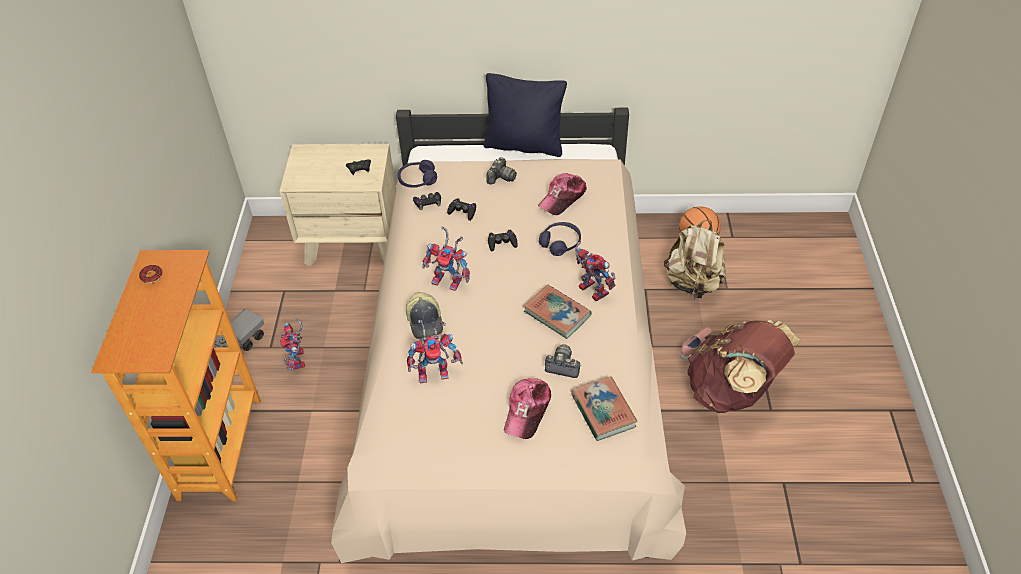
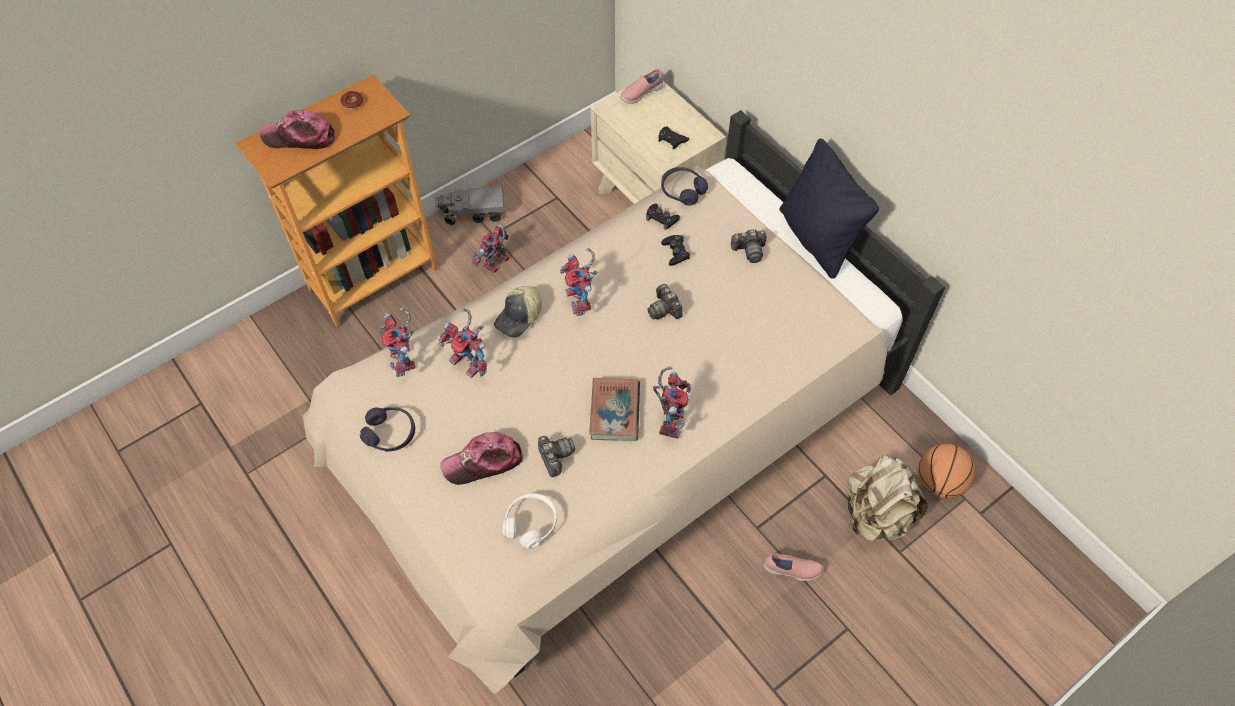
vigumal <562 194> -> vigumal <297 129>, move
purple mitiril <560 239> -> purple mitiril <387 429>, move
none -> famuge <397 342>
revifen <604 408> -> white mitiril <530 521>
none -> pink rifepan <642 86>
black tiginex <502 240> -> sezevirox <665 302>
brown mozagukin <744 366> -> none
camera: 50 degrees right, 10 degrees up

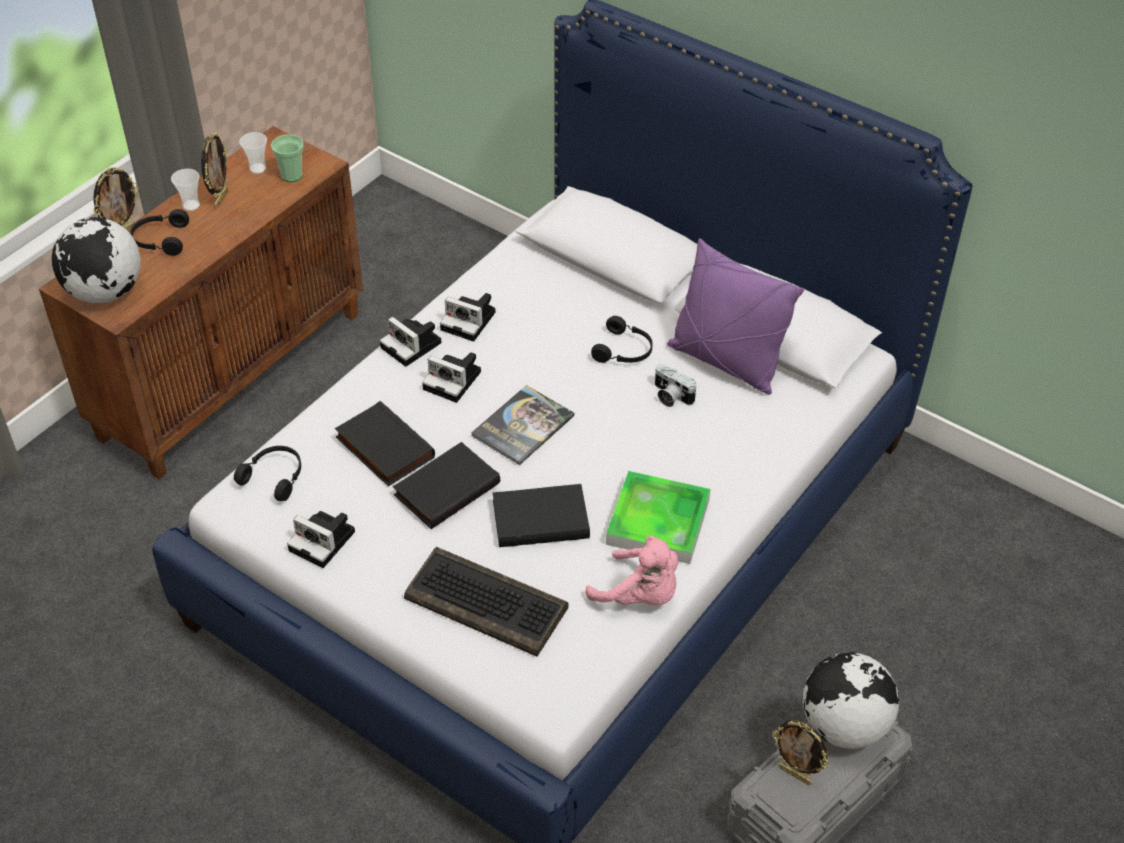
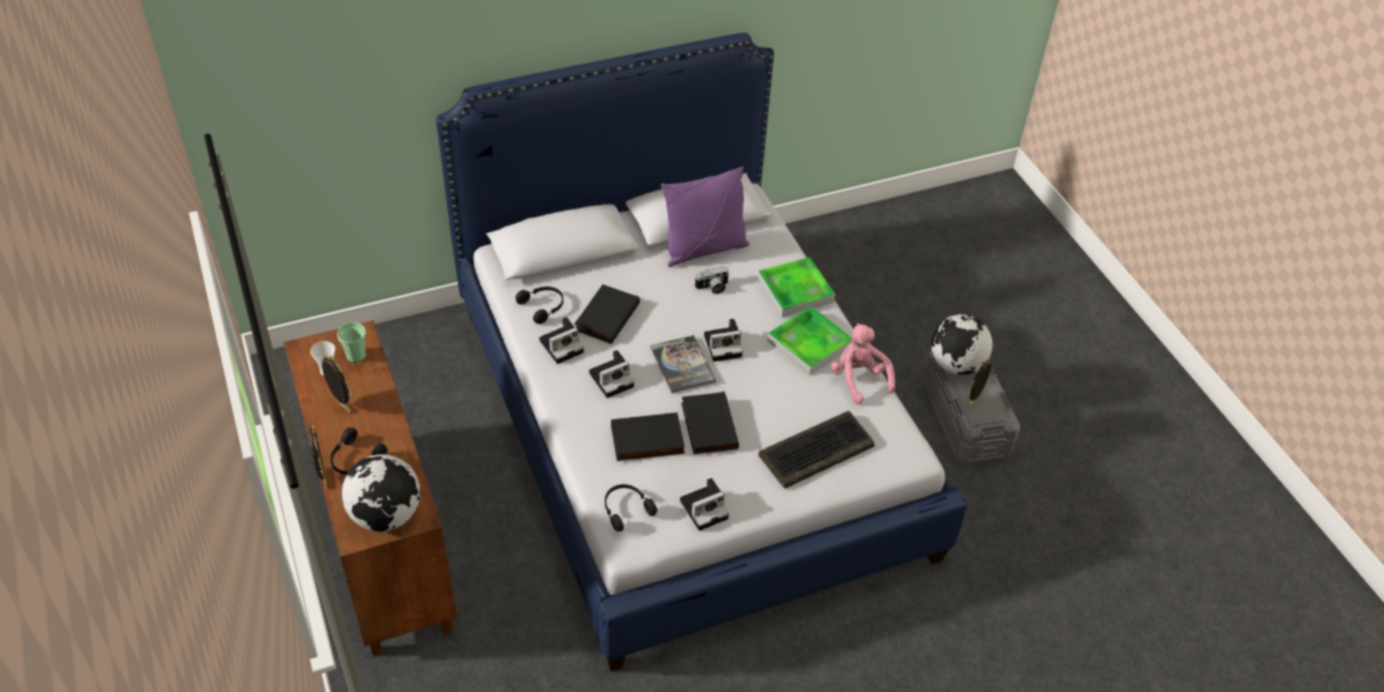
black mitiril <622 339> -> black mitiril <539 305>, move
black revifen <541 515> -> black revifen <607 314>, move
sezevirox <410 342> -> sezevirox <723 340>, move
none -> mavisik <796 287>
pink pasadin <632 570> -> pink pasadin <863 364>, 90 degrees counterclockwise
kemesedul <800 752> -> kemesedul <979 383>, 150 degrees clockwise
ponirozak <185 190> -> none
camera: 60 degrees left, 0 degrees up

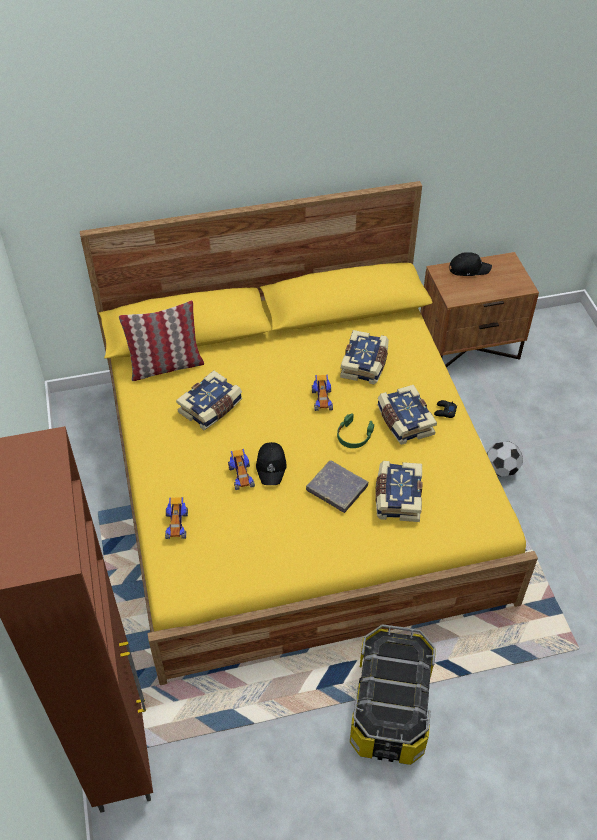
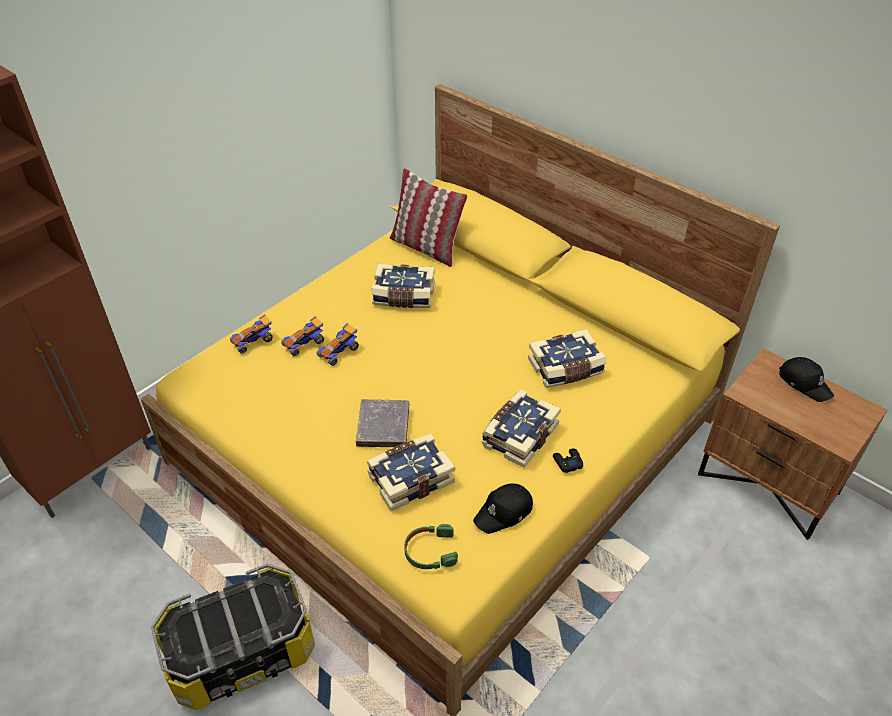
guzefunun <322 392> -> guzefunun <302 336>, move
green mitiril <355 430> -> green mitiril <431 546>, move
black vigumal <271 463> -> black vigumal <503 509>, move
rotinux <505 459> -> none
camera: 55 degrees right, 5 degrees down

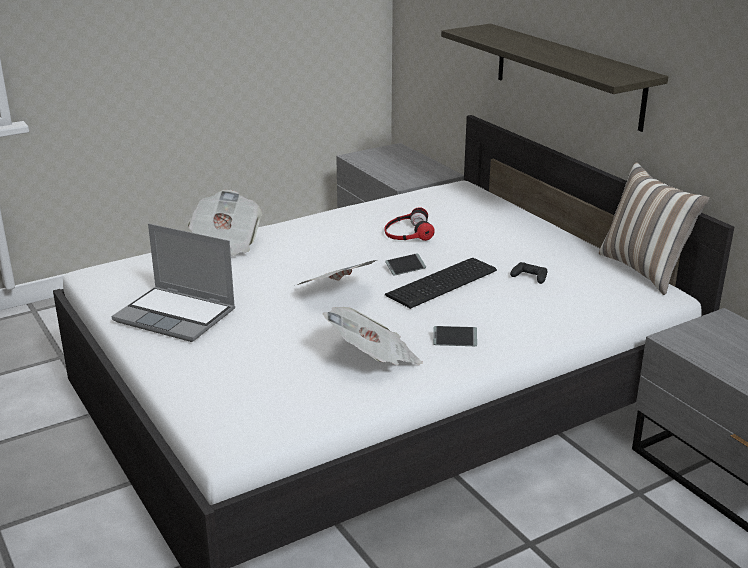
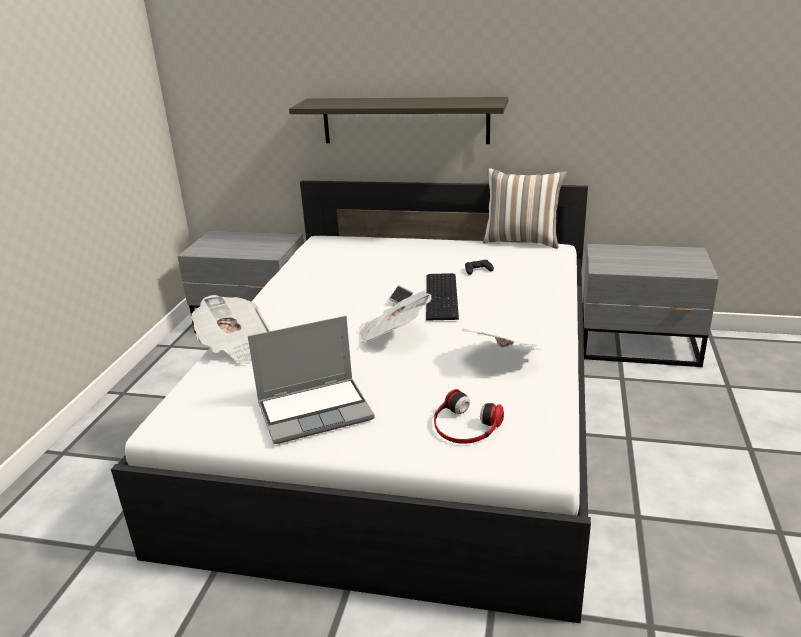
mitiril <409 224> -> mitiril <469 416>, move
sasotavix <455 336> -> none
camera: 45 degrees left, 0 degrees up

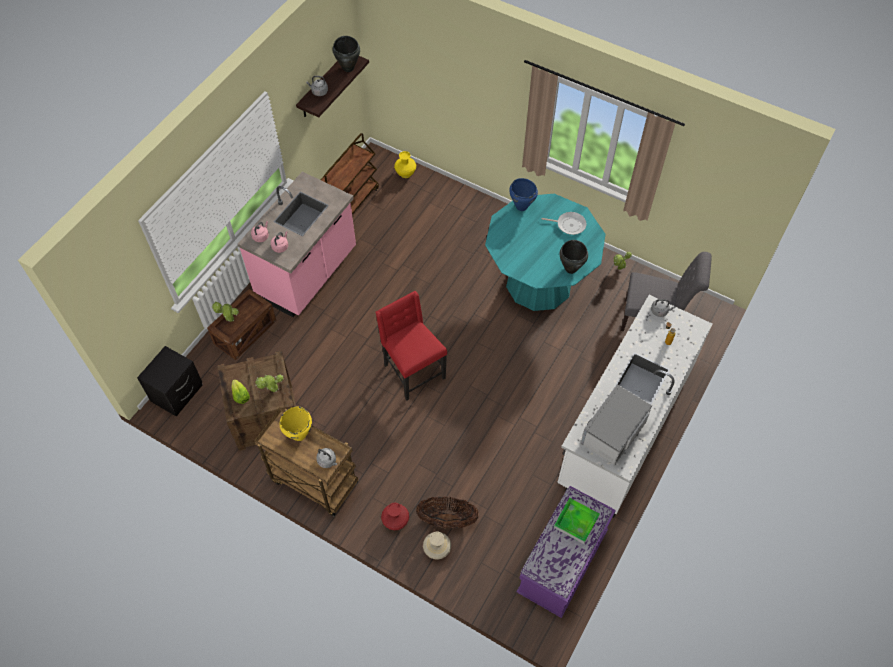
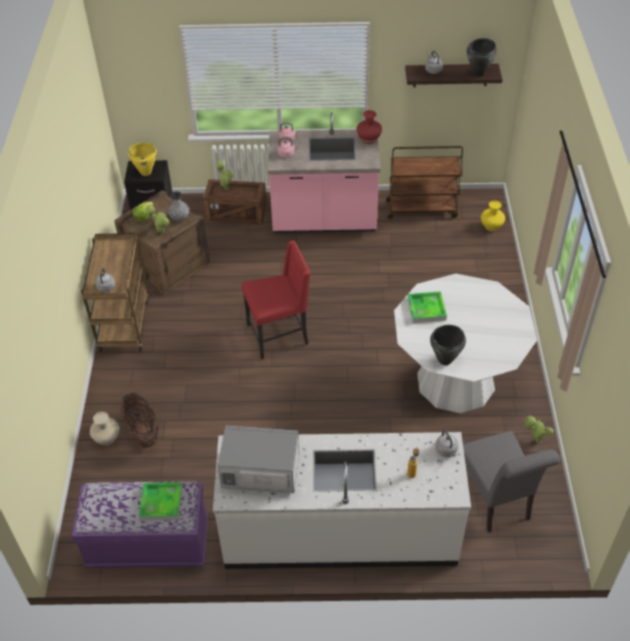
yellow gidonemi <296 423> -> yellow gidonemi <142 159>, move
none -> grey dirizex <178 206>
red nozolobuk <411 345> -> red nozolobuk <276 299>, 45 degrees clockwise
red dirizex <395 516> -> red dirizex <369 127>, move
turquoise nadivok <545 252> -> white nadivok <465 343>
none -> mavisik <427 307>
blue gidonemi <523 194> -> none
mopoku <564 223> -> none
camera: 60 degrees right, 10 degrees down

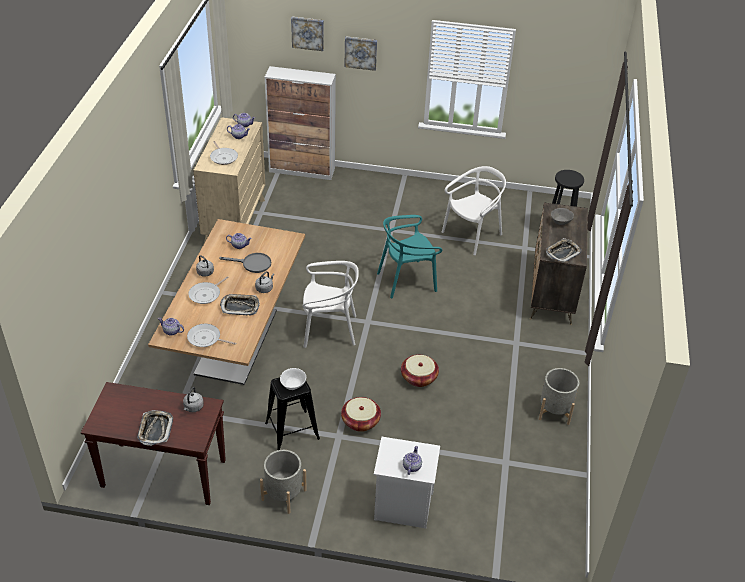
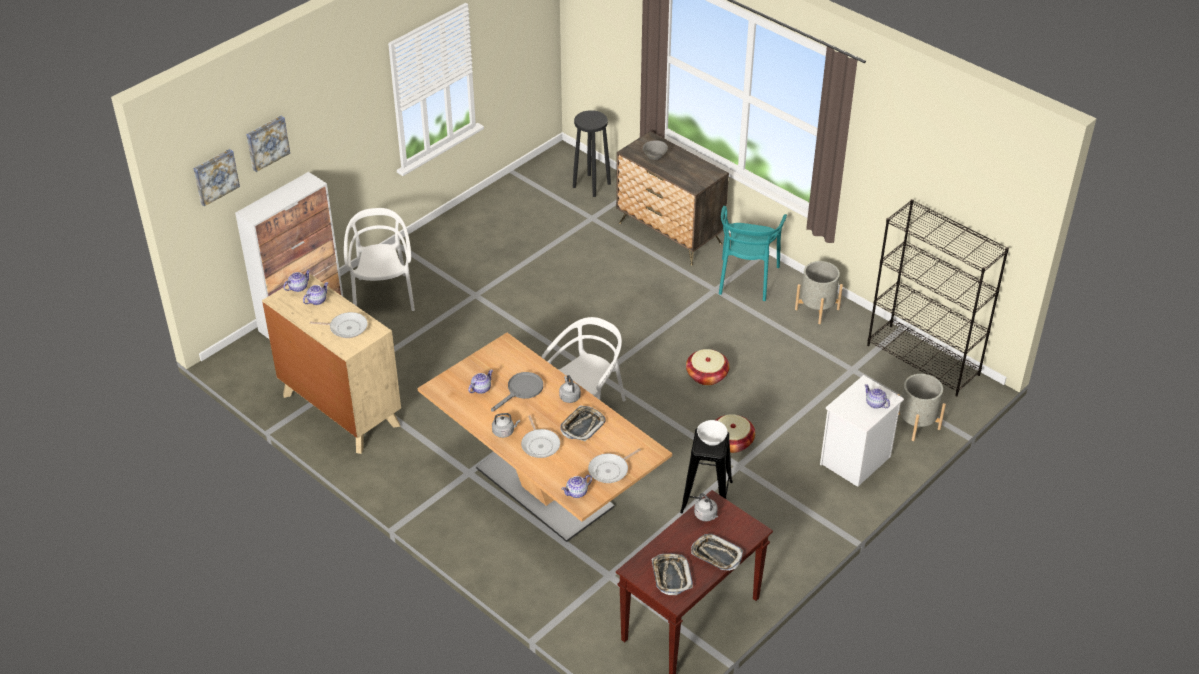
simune <361 53> -> simune <216 177>, move
white nozolobuk <474 210> -> white nozolobuk <379 259>, move
mavisik <564 250> -> mavisik <672 574>, move
turquoise nozolobuk <409 256> -> turquoise nozolobuk <753 253>, move
none -> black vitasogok <938 298>
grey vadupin <283 482> -> grey vadupin <921 407>, move
camera: 55 degrees left, 0 degrees up

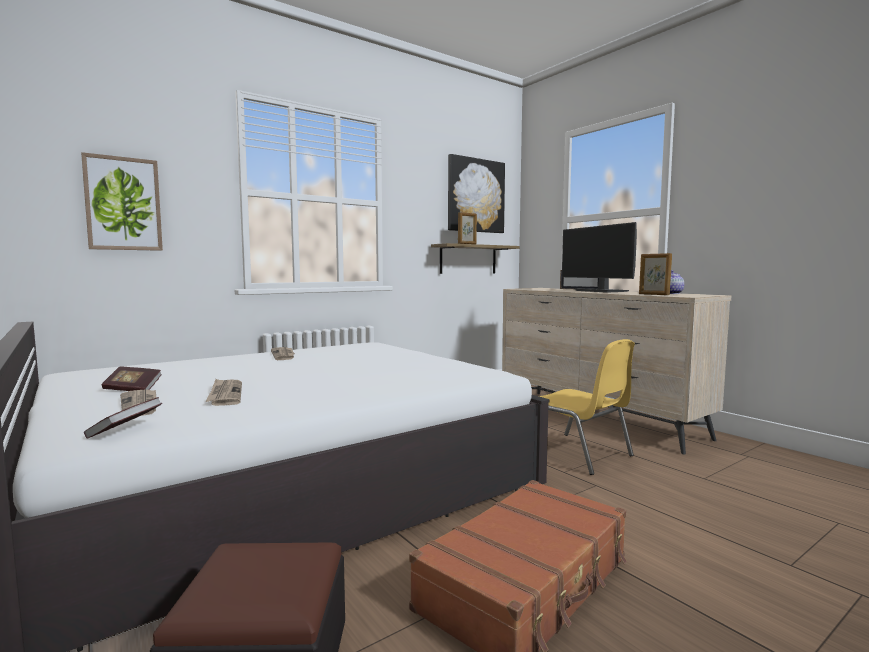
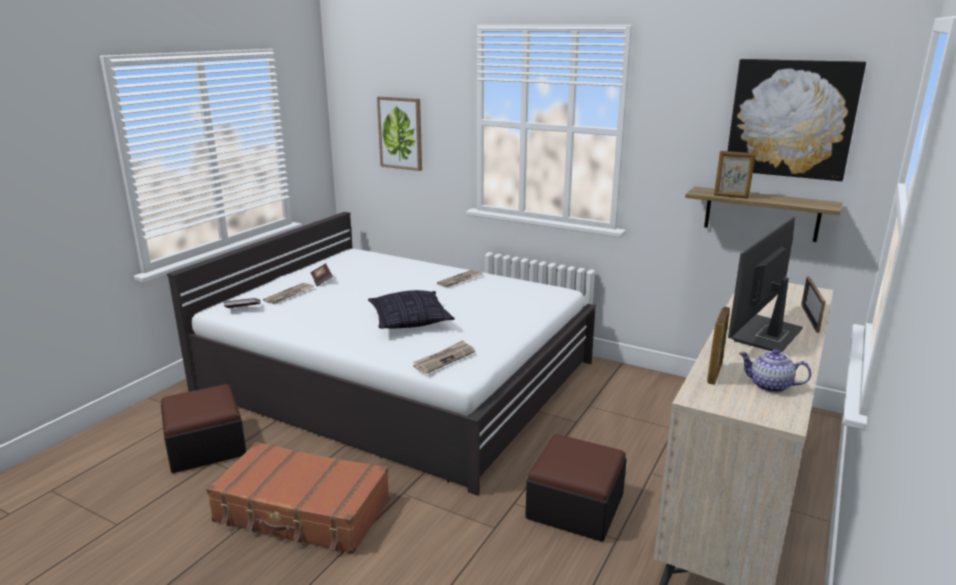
none -> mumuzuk <411 309>
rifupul <223 392> -> rifupul <444 357>, move
yellow nozolobuk <587 407> -> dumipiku <576 488>
camera: 65 degrees right, 15 degrees up

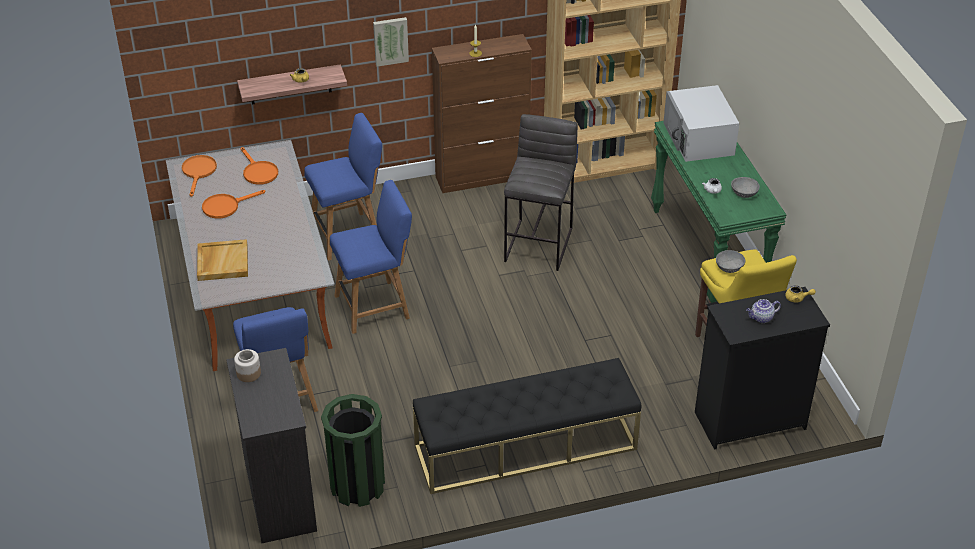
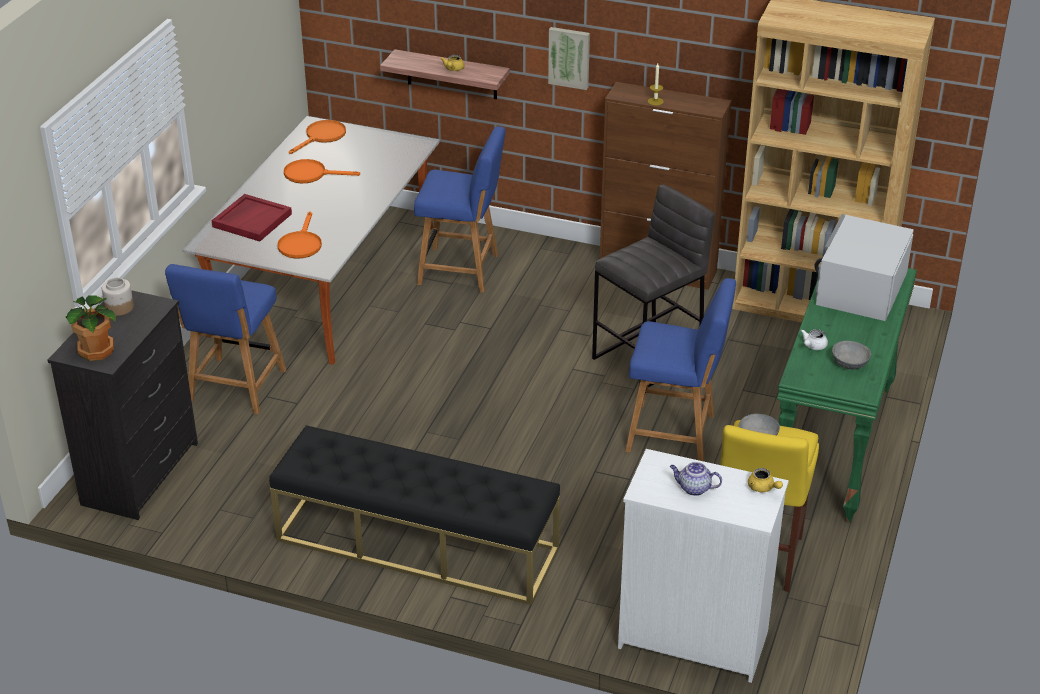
none -> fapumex <91 328>
beige mavisik <222 260> -> red mavisik <252 217>
orange mopoku <259 166> -> orange mopoku <300 235>, move
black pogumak <762 368> -> white pogumak <703 566>
blue nozolobuk <371 257> -> blue nozolobuk <680 369>, move
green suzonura <353 450> -> none
camera: 35 degrees right, 5 degrees down

